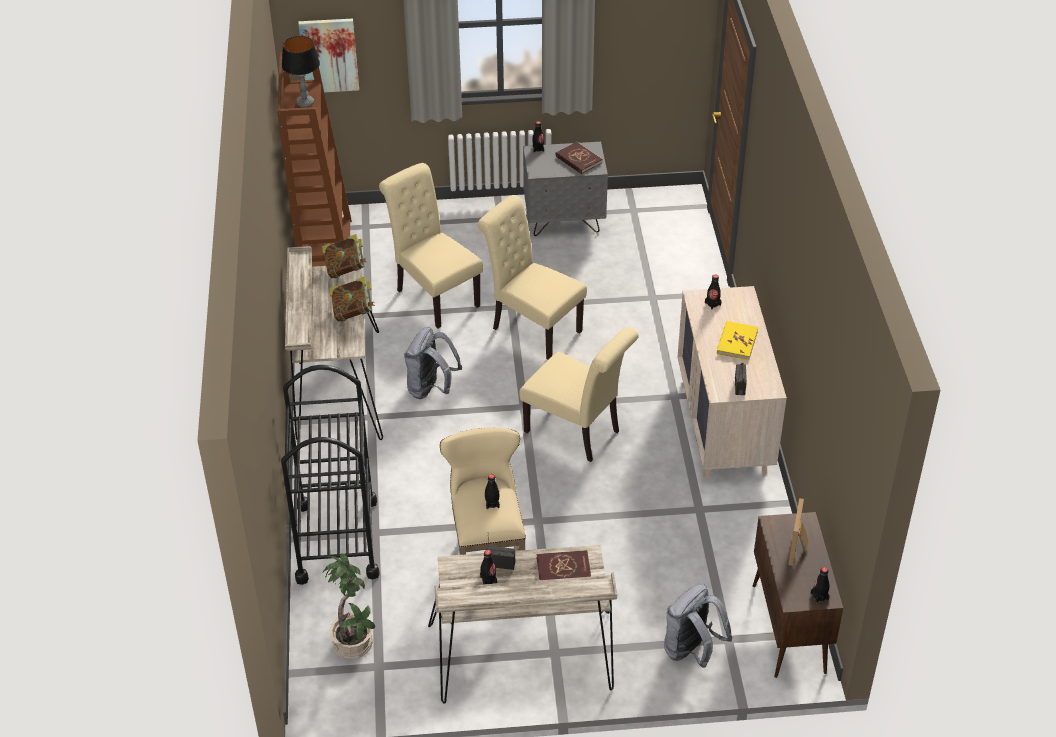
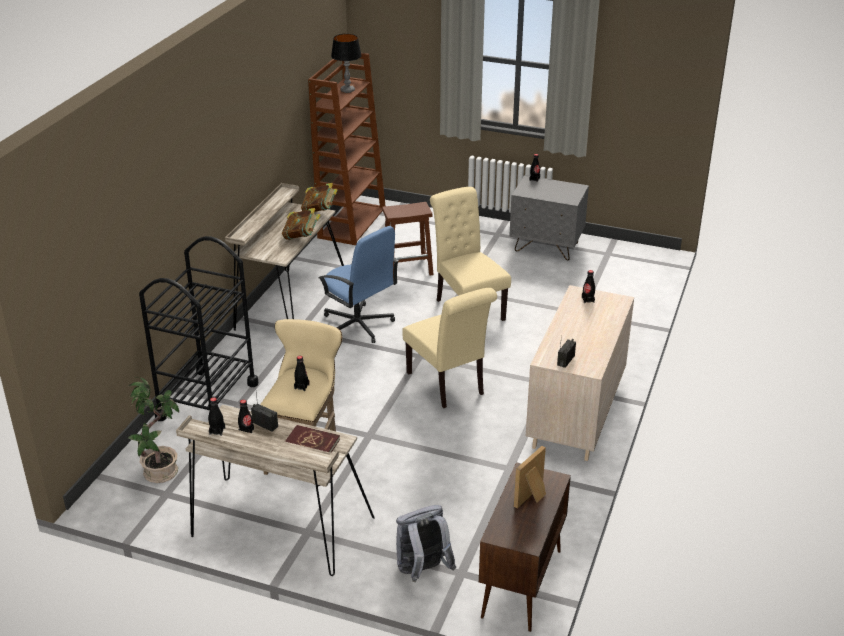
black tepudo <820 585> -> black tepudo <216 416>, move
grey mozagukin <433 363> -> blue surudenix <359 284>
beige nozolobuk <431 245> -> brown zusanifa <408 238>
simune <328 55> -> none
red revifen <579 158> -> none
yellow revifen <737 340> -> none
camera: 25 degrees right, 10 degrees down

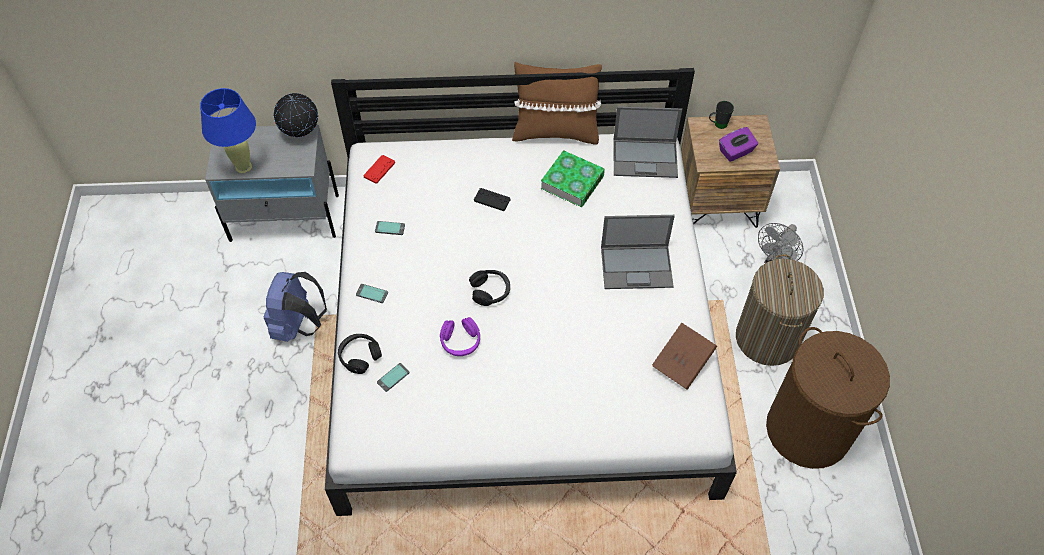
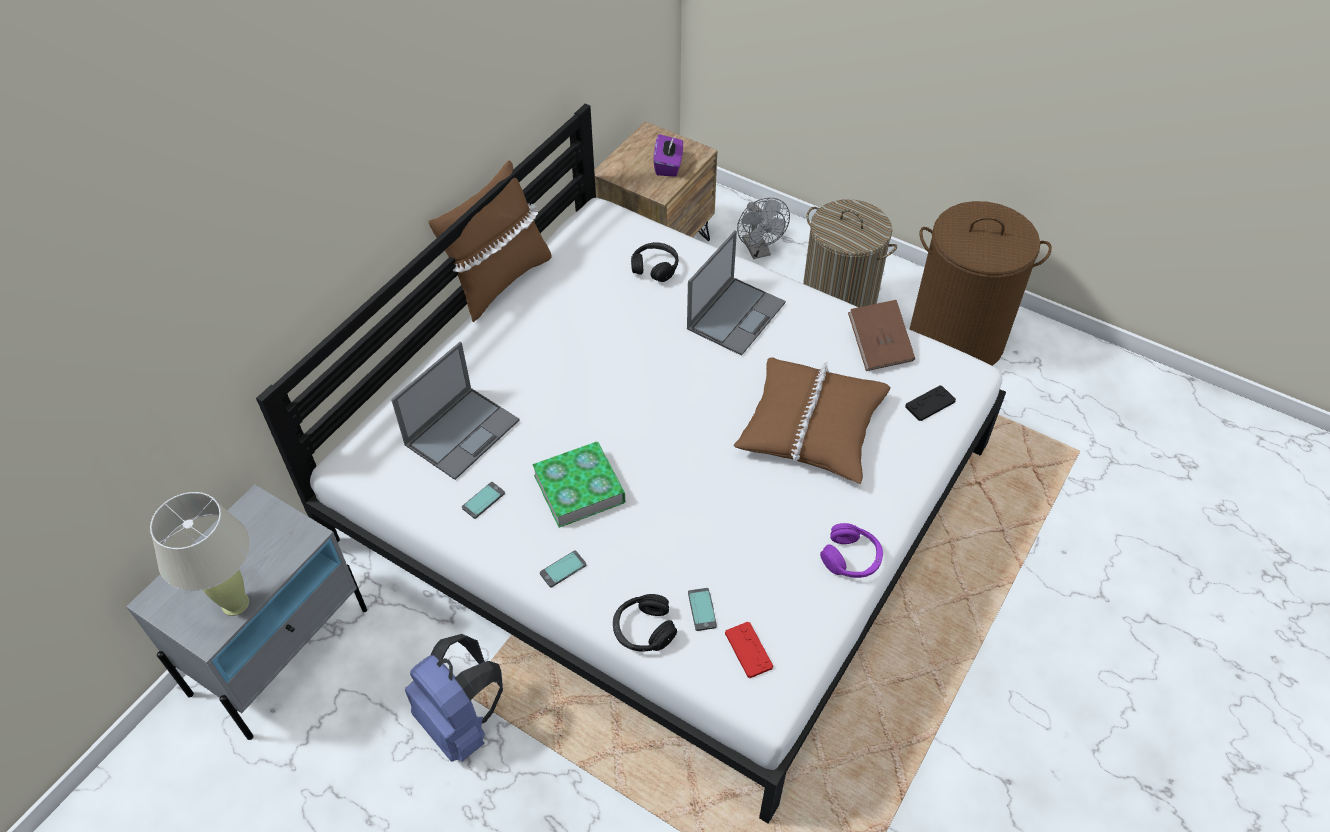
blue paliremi <228 131> -> beige paliremi <200 554>
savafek <647 142> -> savafek <455 411>, move
revifen <573 178> -> revifen <578 484>, move
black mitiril <489 288> -> black mitiril <654 262>, move
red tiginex <379 169> -> red tiginex <749 650>, move
none -> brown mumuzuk <811 420>
purple mitiril <460 336> -> purple mitiril <851 550>, move
black tiginex <492 199> -> black tiginex <930 403>, move
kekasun <296 115> -> none
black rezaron <721 115> -> none
camera: 55 degrees left, 5 degrees down

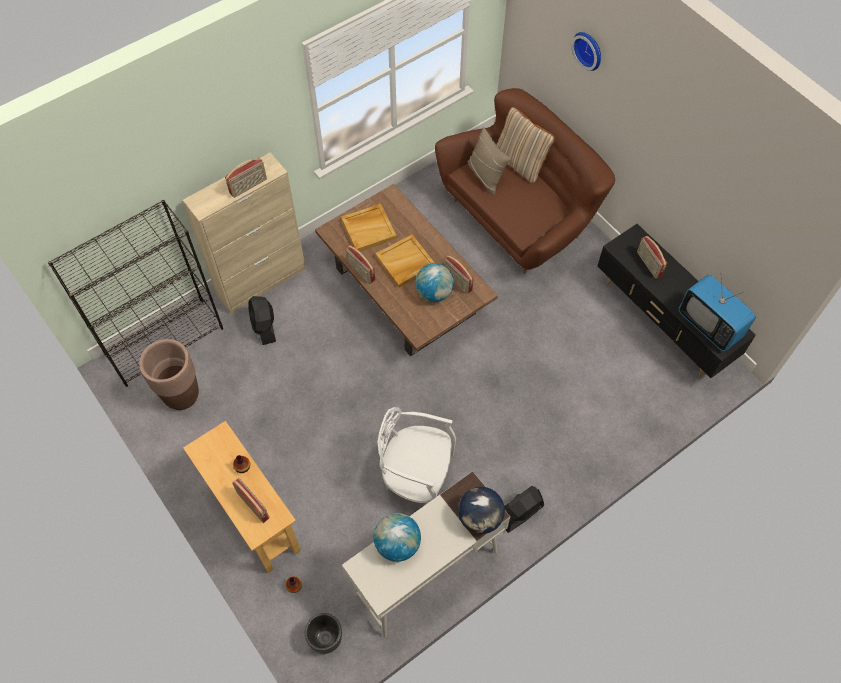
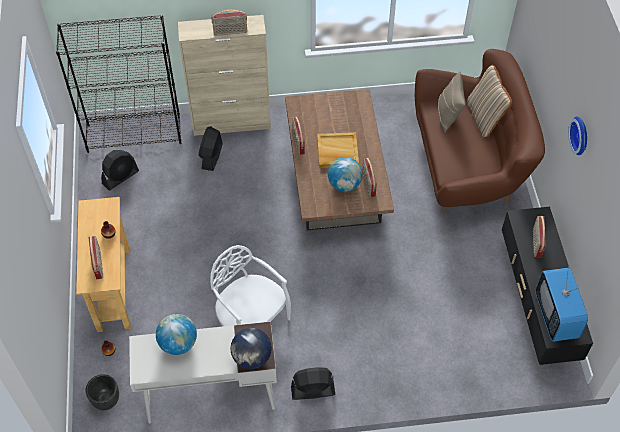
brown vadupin <169 374> -> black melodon <120 170>
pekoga <586 51> -> pekoga <577 136>, move
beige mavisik <369 228> -> none
camera: 30 degrees right, 5 degrees down

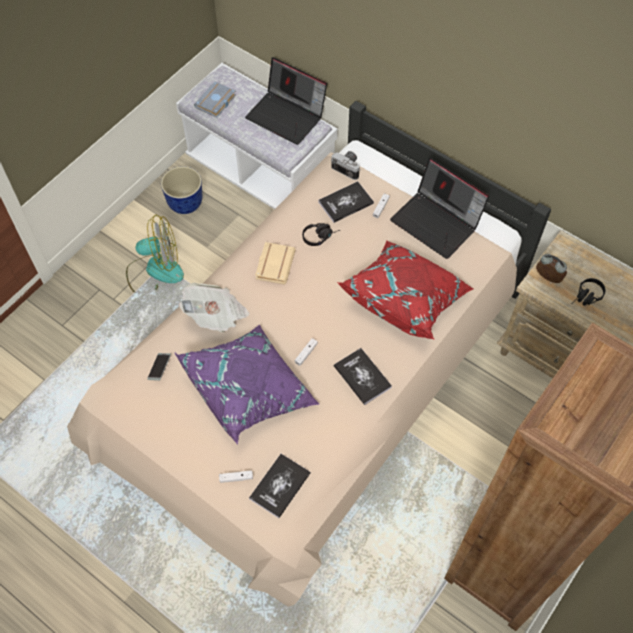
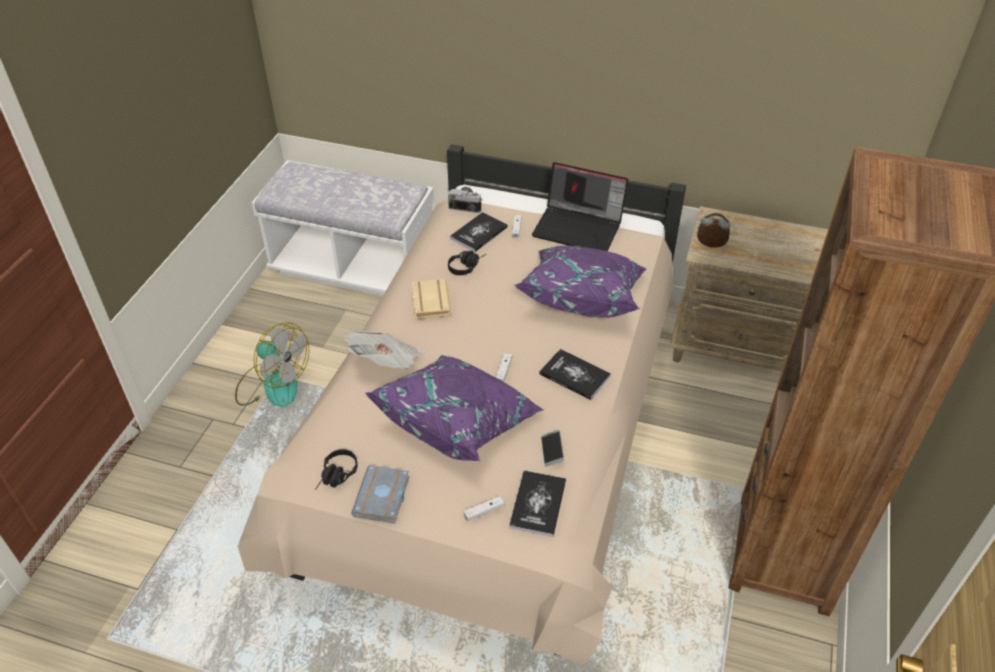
melodon <155 254> -> melodon <272 364>, 60 degrees clockwise
black mitiril <588 292> -> black mitiril <336 469>, move
grey revifen <215 99> -> grey revifen <380 494>, move
red mumuzuk <405 290> -> purple mumuzuk <581 282>
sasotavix <159 367> -> sasotavix <552 448>, move
vadupin <181 190> -> none
savafek <286 101> -> none
camera: 20 degrees left, 15 degrees down

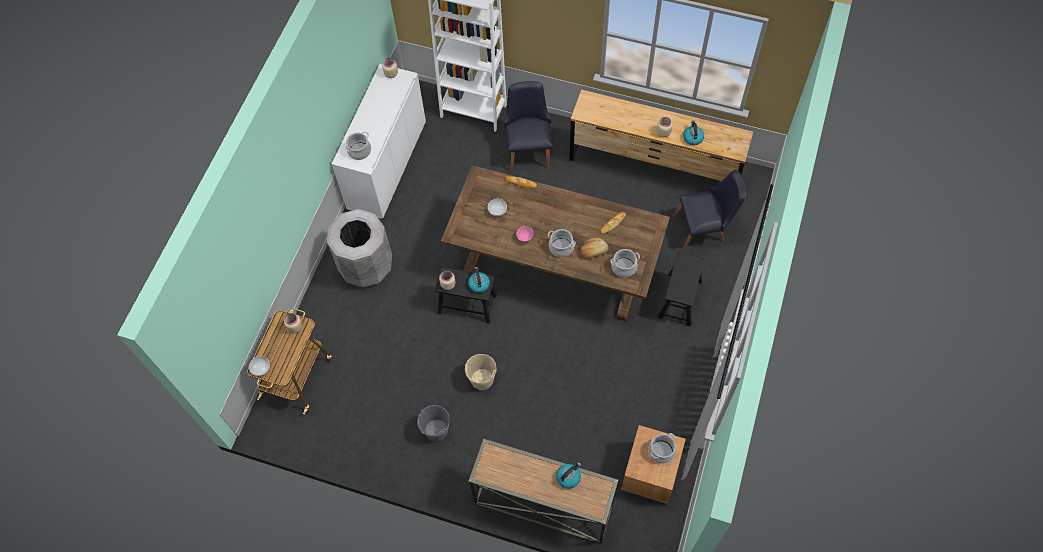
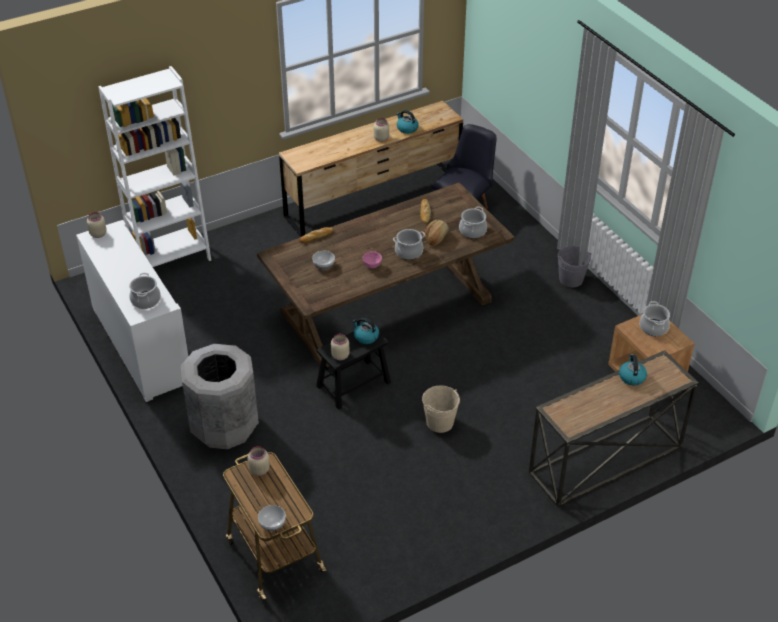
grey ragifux <433 423> -> grey ragifux <574 266>, move
black nozolobuk <528 126> -> none
black zusanifa <680 289> -> none
camera: 50 degrees left, 20 degrees down

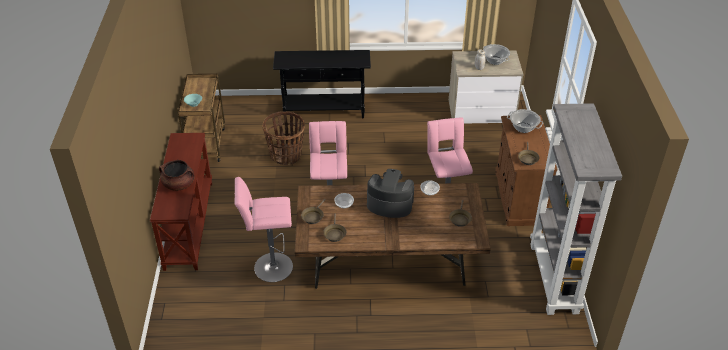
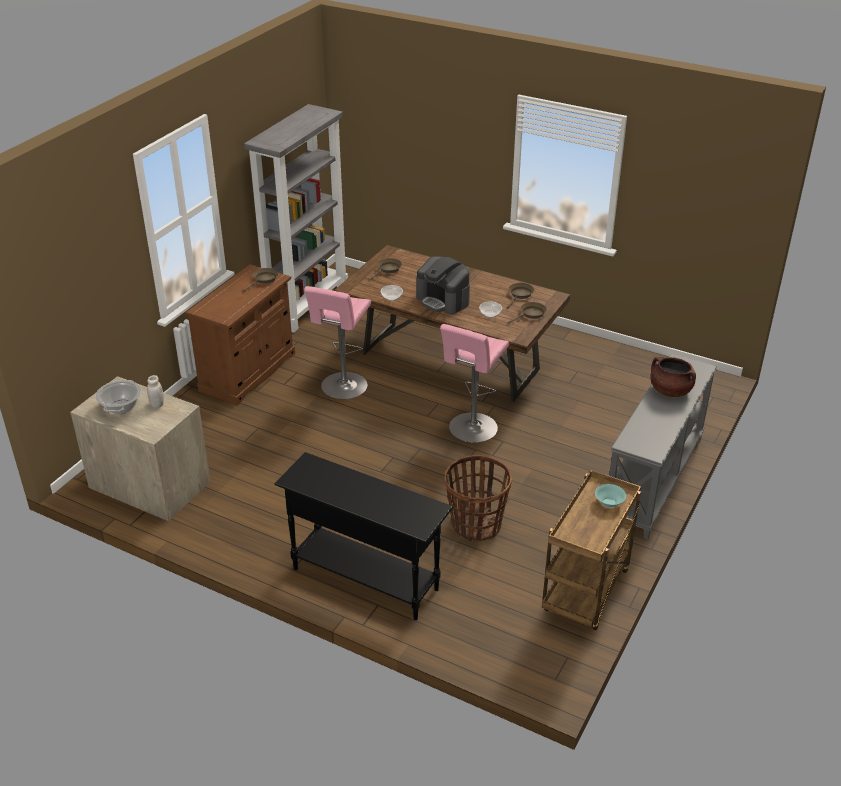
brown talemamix <181 202> -> grey talemamix <663 446>
pink zusanifa <264 229> -> none
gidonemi <525 121> -> none
camera: 150 degrees left, 5 degrees down

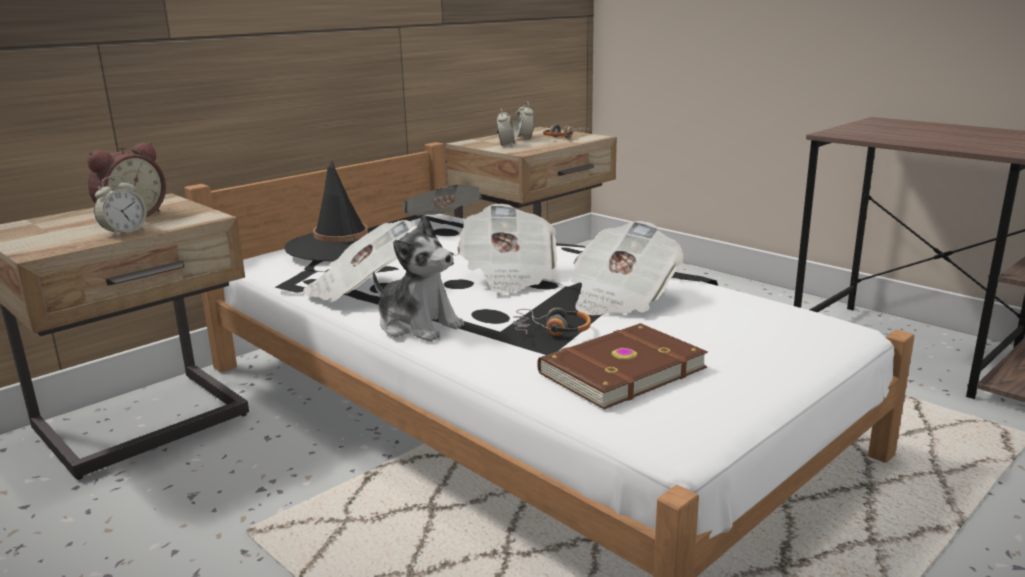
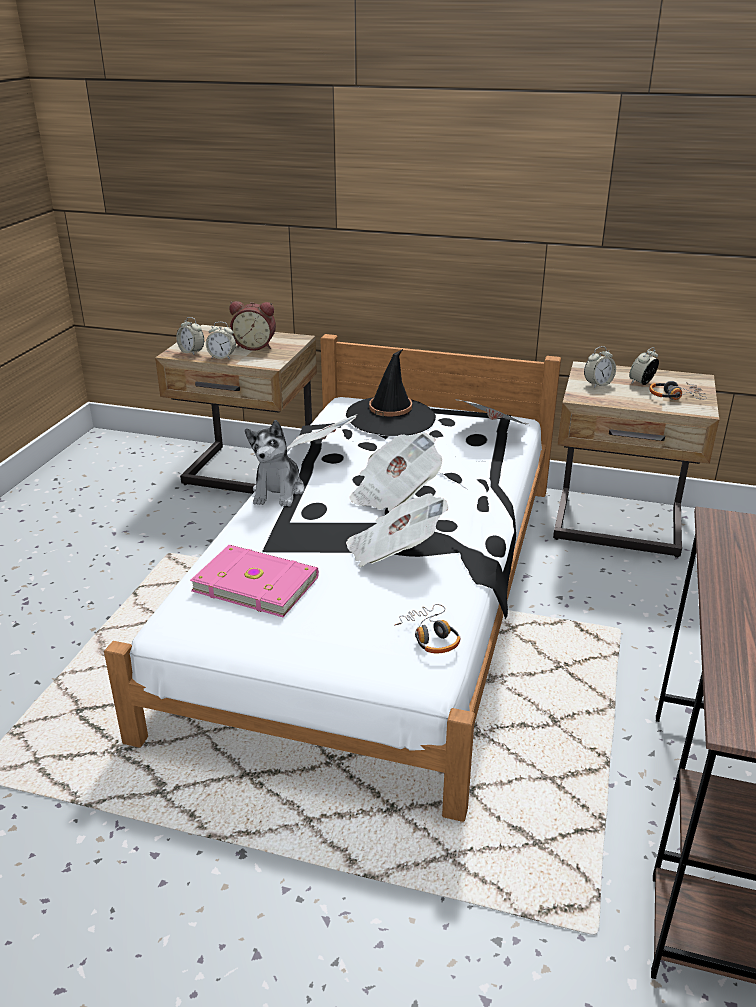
none -> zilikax <190 336>
brown revifen <622 366> -> pink revifen <254 581>
mitiril <552 322> -> mitiril <427 628>, move
camera: 60 degrees right, 10 degrees up

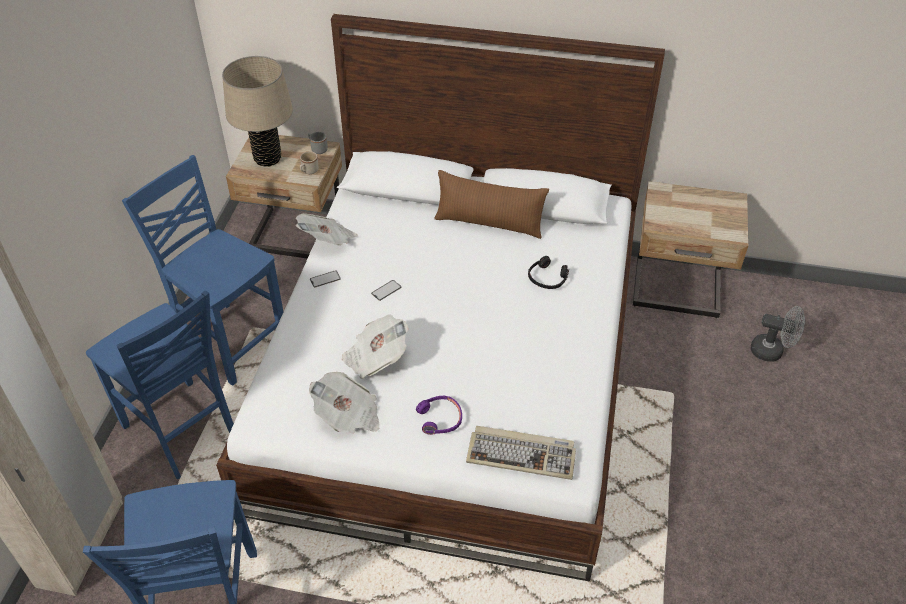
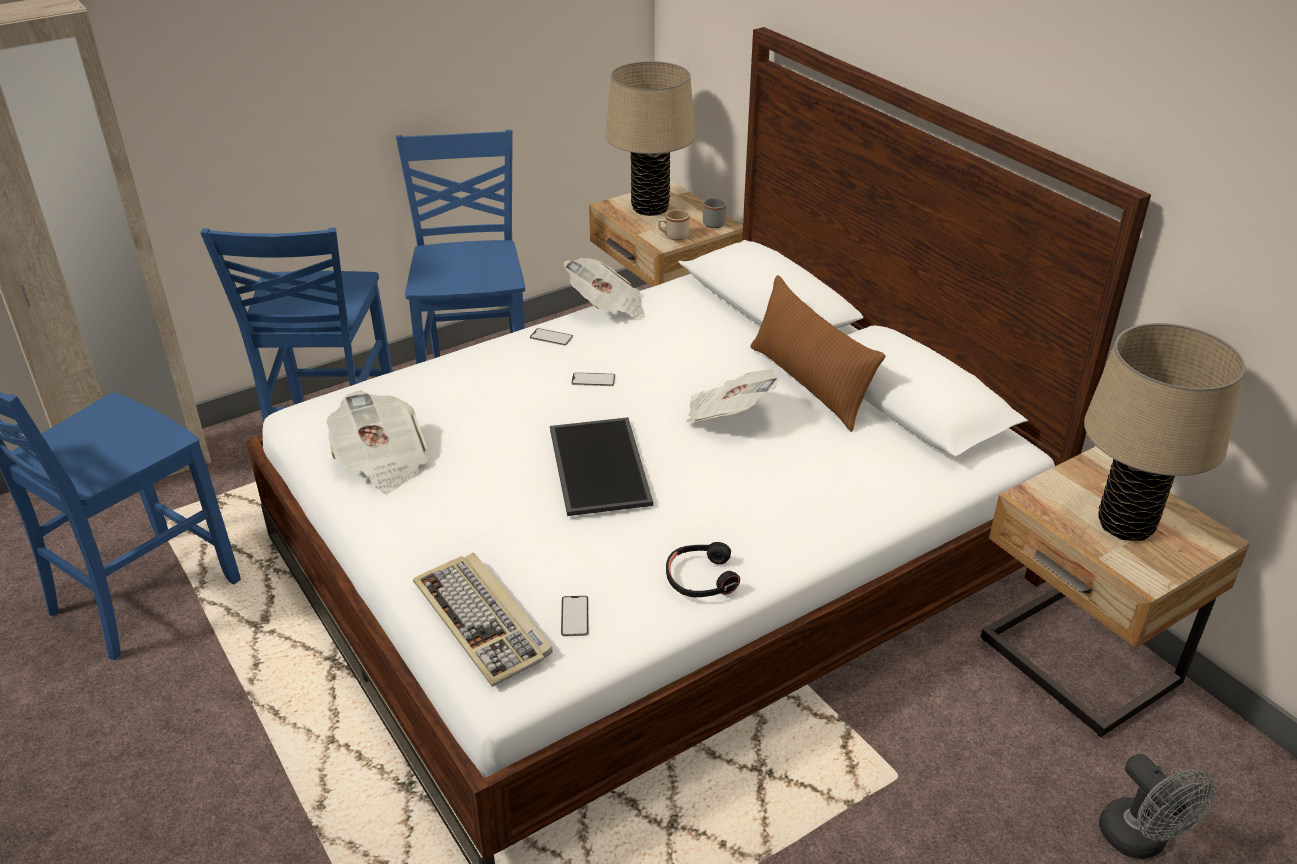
none -> mavisik <601 466>
none -> sasotavix <575 616>
black mitiril <548 272> -> black mitiril <703 569>, move
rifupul <375 346> -> rifupul <732 395>, move
none -> beige paliremi <1164 432>
purple mitiril <439 415> -> none
camera: 45 degrees right, 10 degrees down

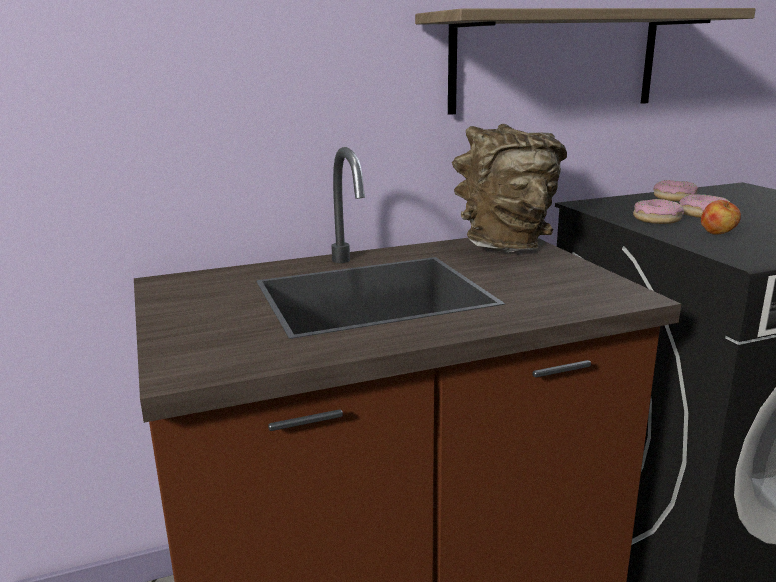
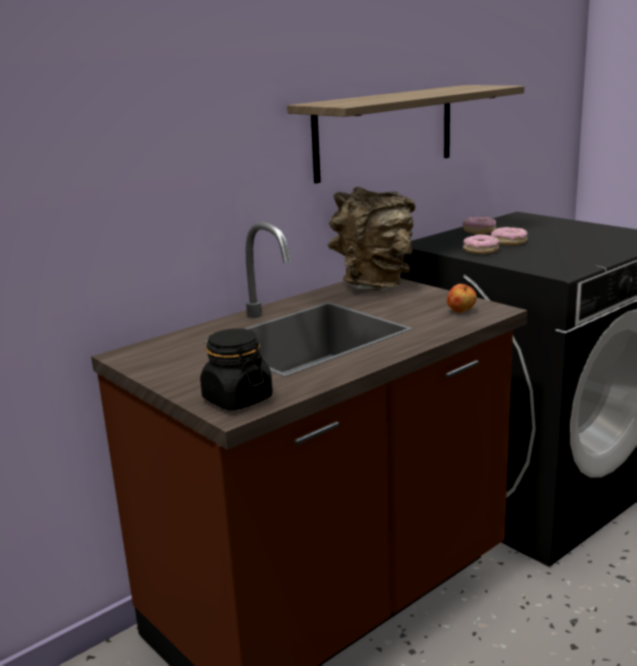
none -> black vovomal <236 369>
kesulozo <721 217> -> kesulozo <462 298>, move
camera: 20 degrees left, 0 degrees up

